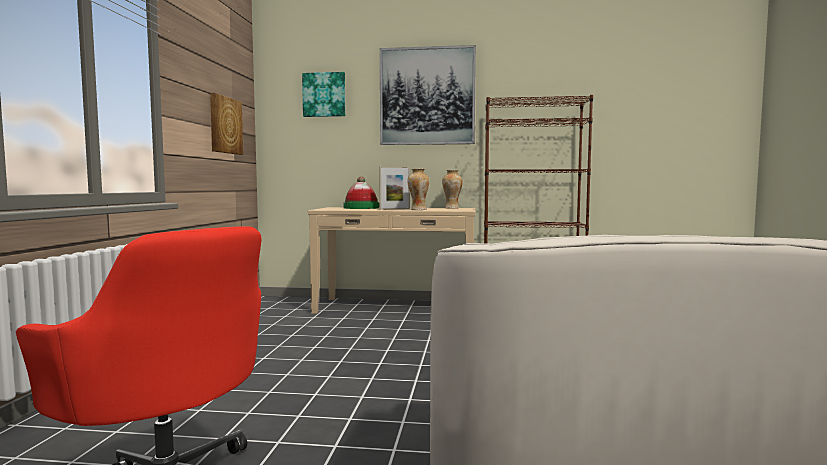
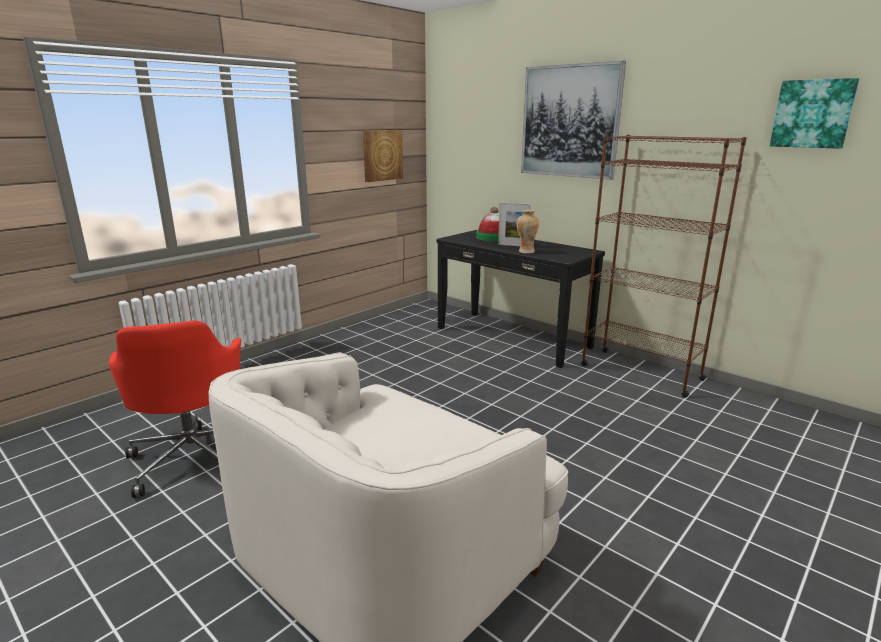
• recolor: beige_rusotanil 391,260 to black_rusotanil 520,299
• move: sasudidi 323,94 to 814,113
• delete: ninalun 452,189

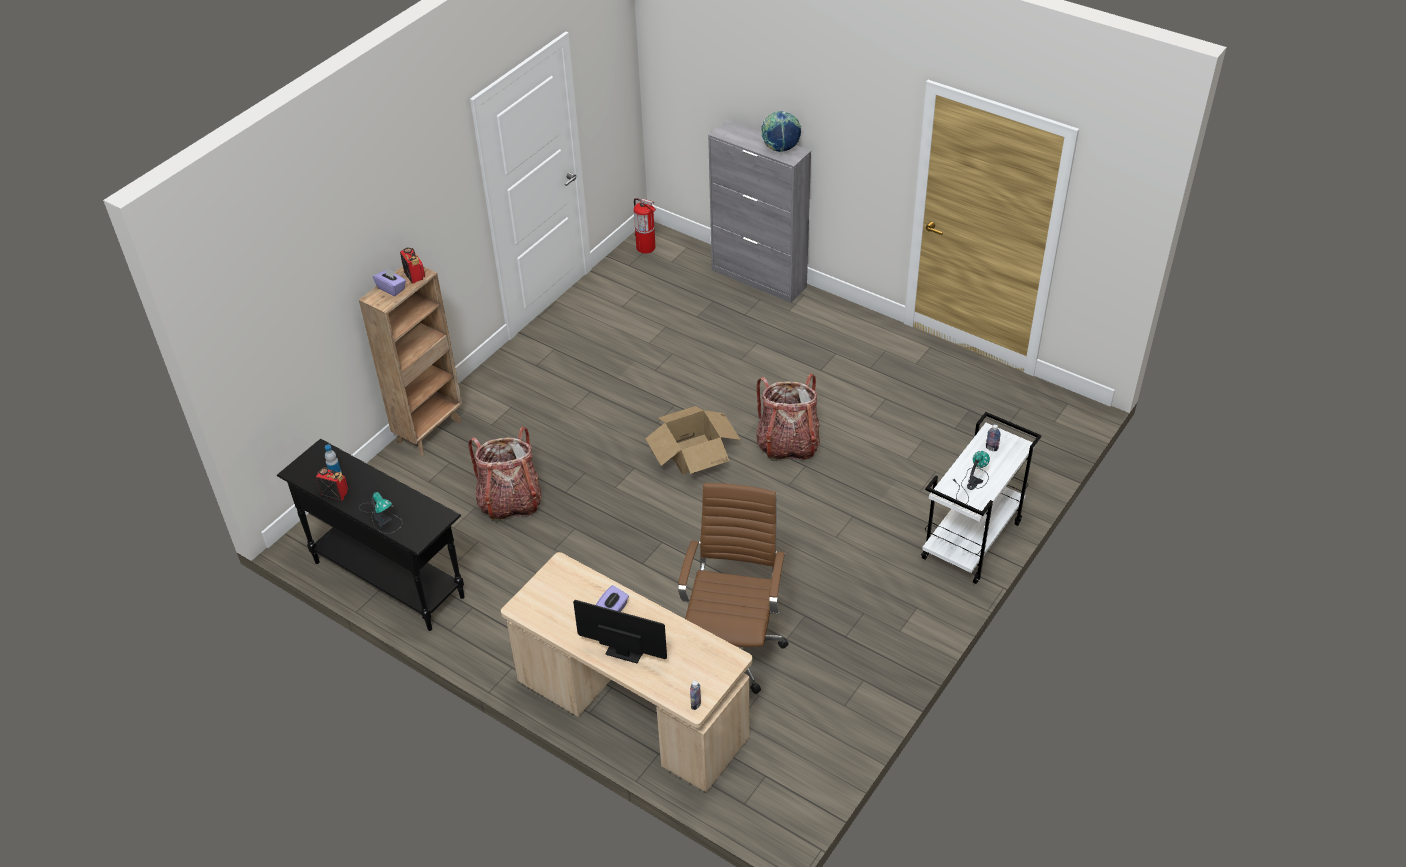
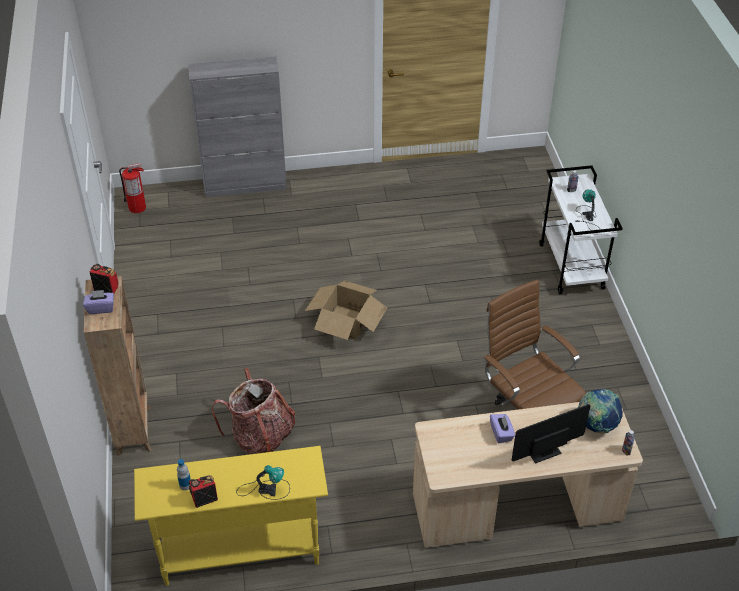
• recolor: black_rusotanil 371,535 to yellow_rusotanil 231,516
• move: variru 781,131 to 600,411
• delete: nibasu 788,417

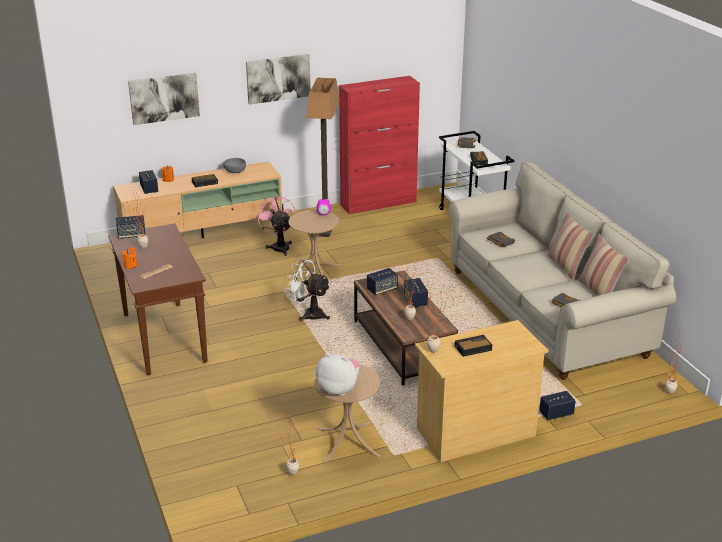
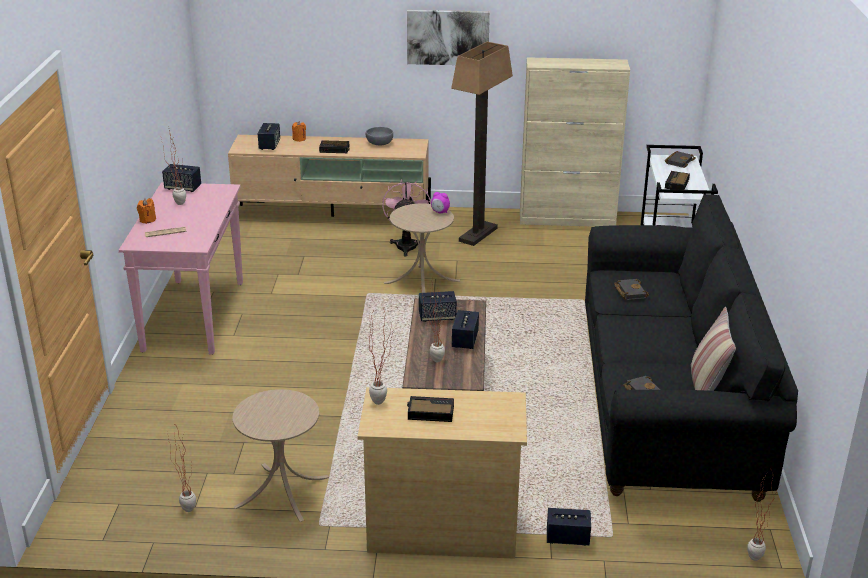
• recolor: brown_rusotanil 158,299 to pink_rusotanil 181,268
• recolor: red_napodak 379,145 to beige_napodak 575,142
• recolor: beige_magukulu 562,271 to black_magukulu 691,348
• delete: sasudidi 164,99
• delete: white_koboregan 308,289
• delete: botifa 337,374
• delete: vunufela 570,246

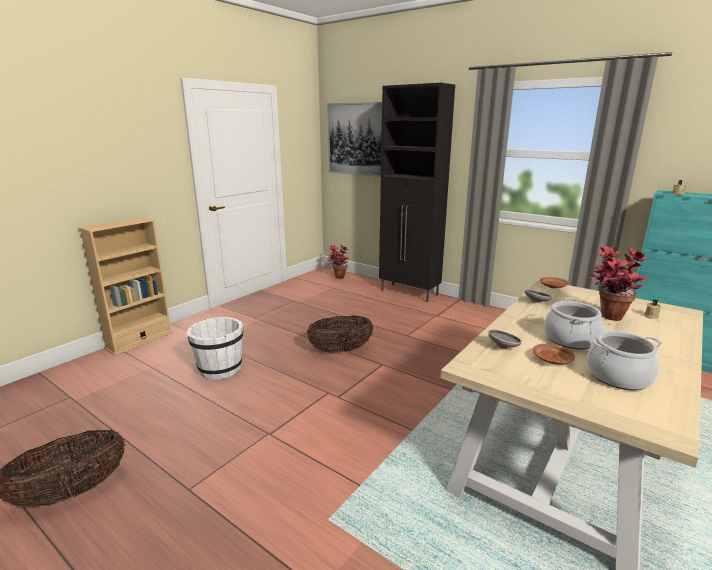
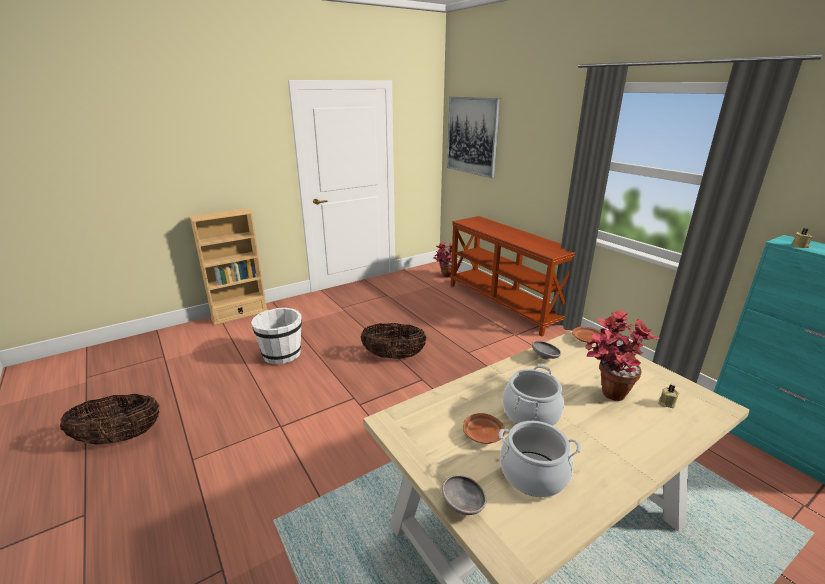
• move: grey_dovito 505,339 to 464,495
• replace: black_napodak 417,192 to brown_rusotanil 512,276

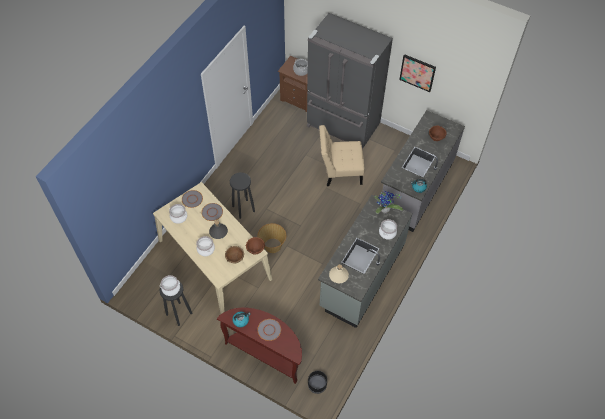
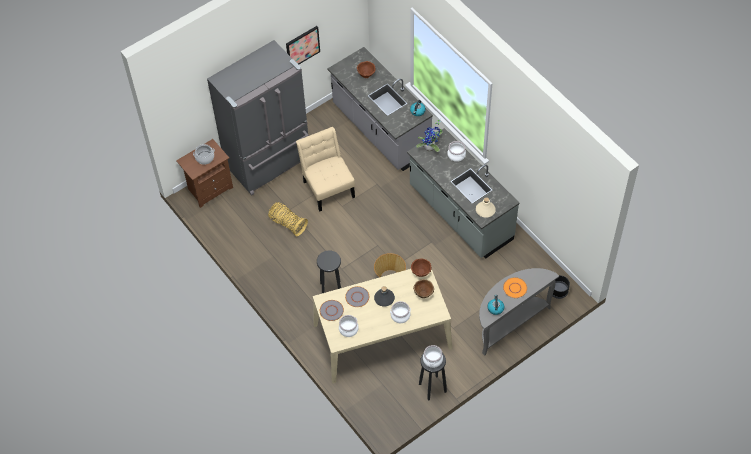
• insert: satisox 288,219
• rotate: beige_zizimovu 341,155 = 325,169 135 degrees clockwise
• recolor: brown_rusotanil 259,346 to grey_rusotanil 519,312
• recolor: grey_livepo 269,330 to orange_livepo 515,287

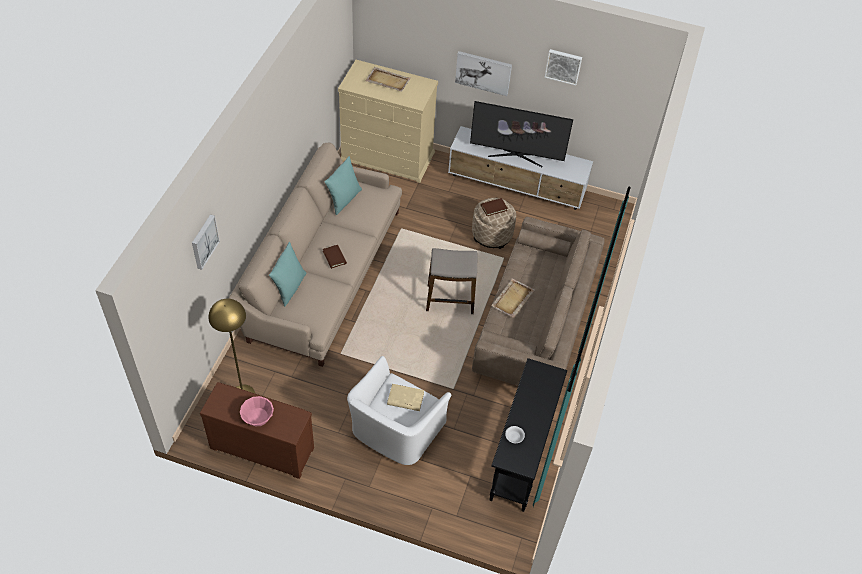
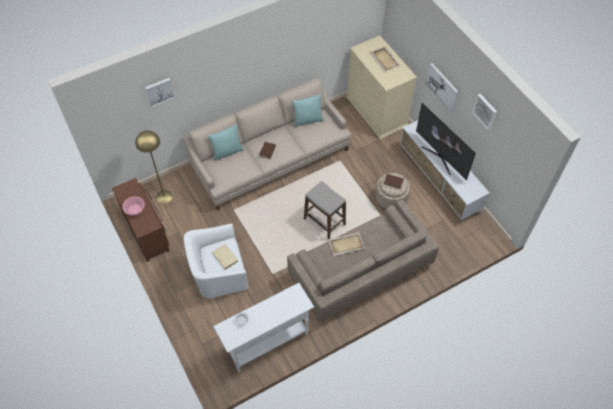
• recolor: black_rusotanil 528,435 to white_rusotanil 263,327

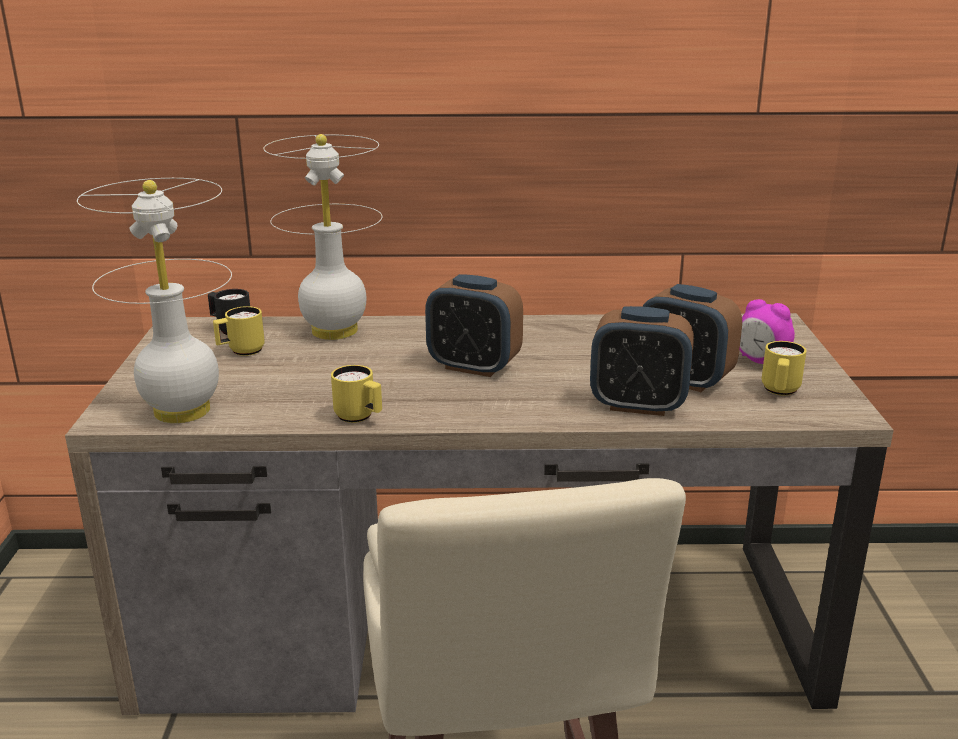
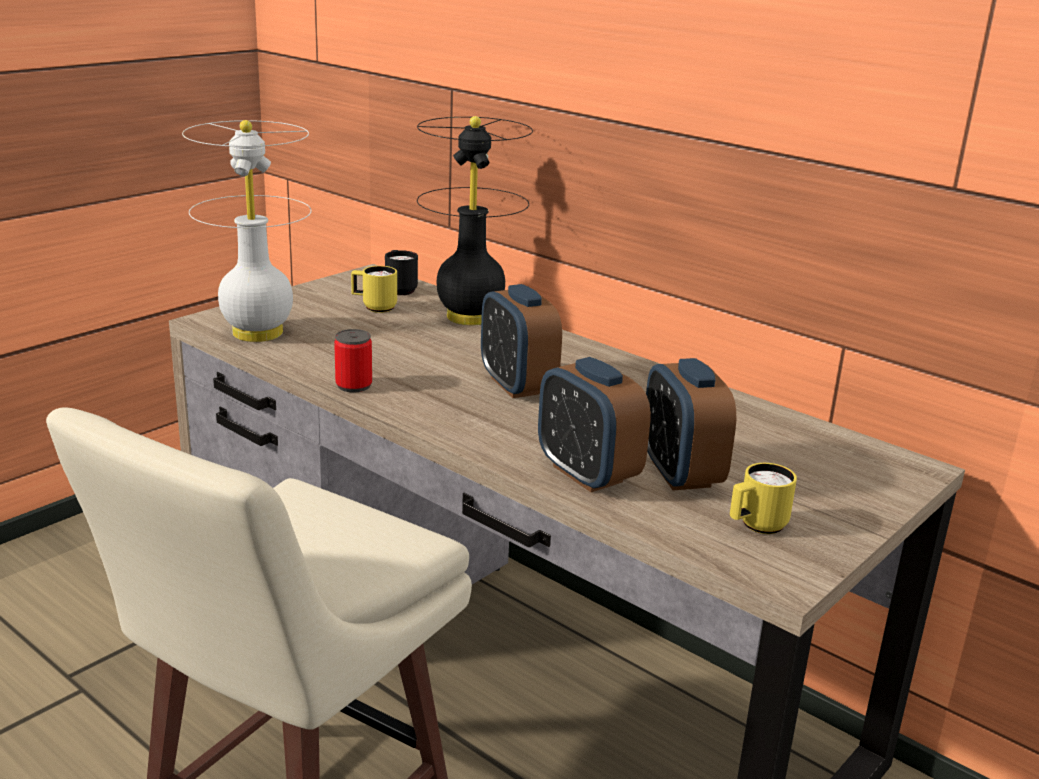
• replace: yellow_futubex 356,394 to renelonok 353,360
• recolor: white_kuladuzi 322,237 to black_kuladuzi 475,220
• delete: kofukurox 767,331

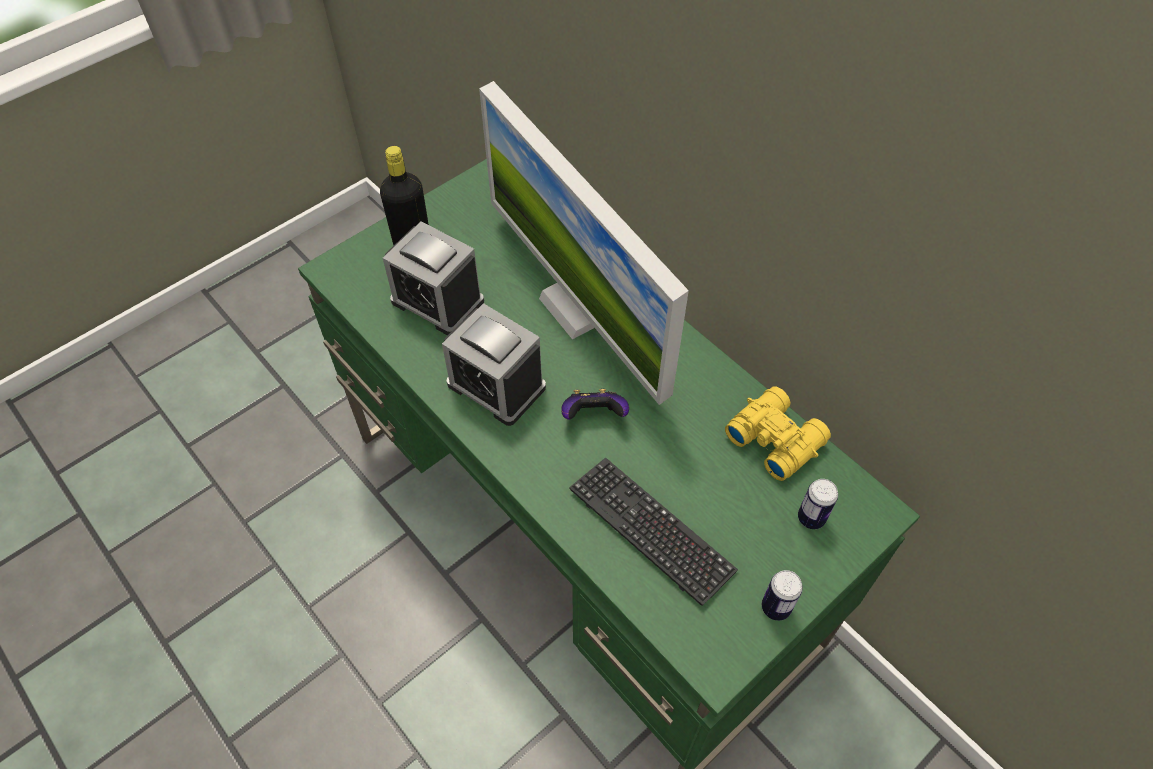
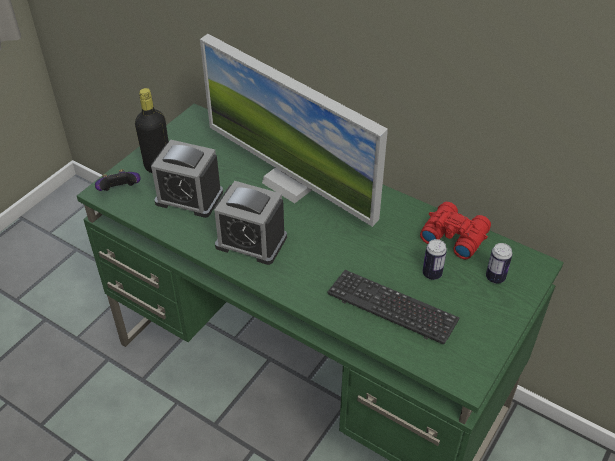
• move: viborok 595,404 to 118,180
• recolor: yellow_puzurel 778,433 to red_puzurel 455,231
• move: renelonok 782,595 to 434,259

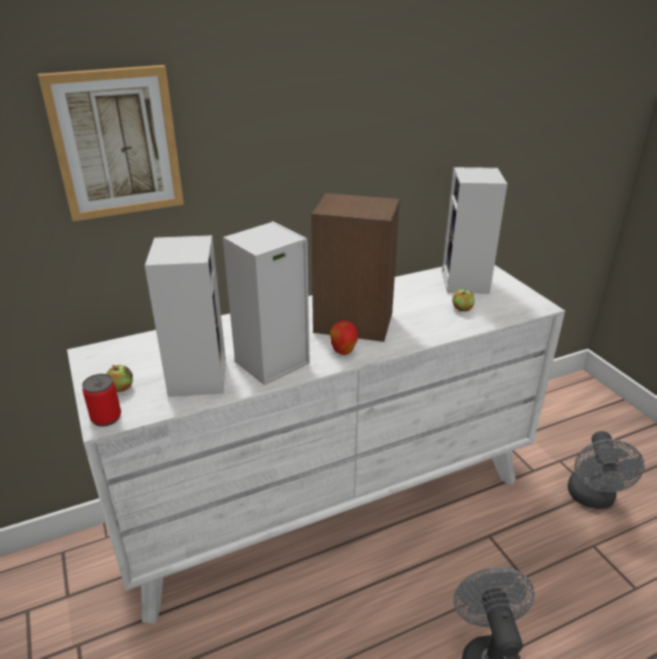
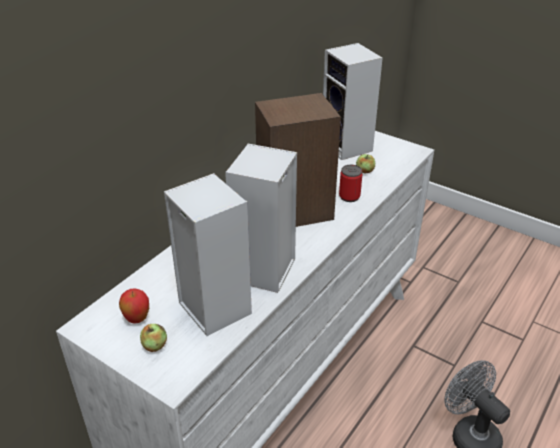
• move: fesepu 344,337 to 134,306
• move: renelonok 101,400 to 350,183
• delete: sasudidi 111,143
• delete: grey_koboregan 606,470

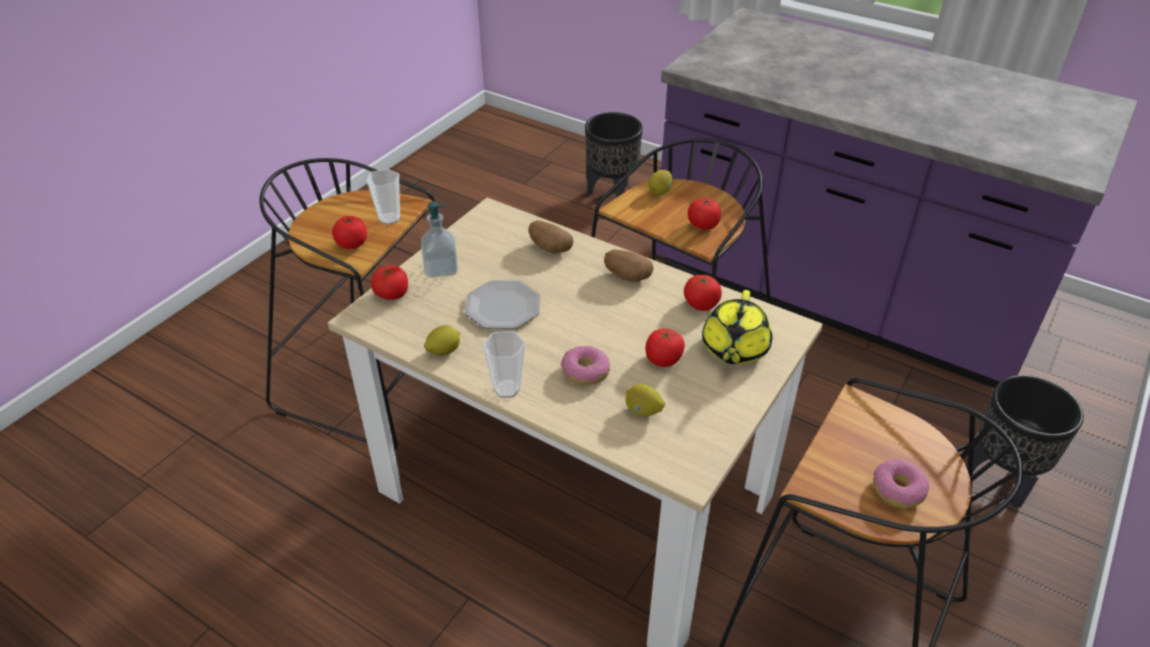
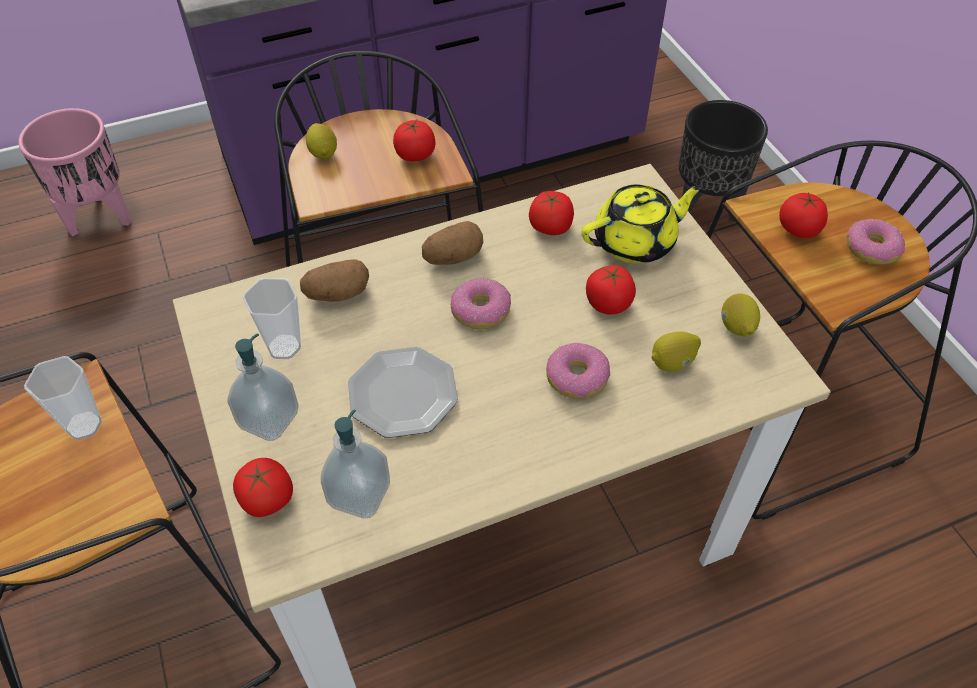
• recolor: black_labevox 614,154 to pink_labevox 75,172
• move: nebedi 503,364 to 272,318
• insert: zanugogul 355,464
• insert: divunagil 481,304
• rotate: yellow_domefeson 737,327 = 642,223 75 degrees counterclockwise
• move: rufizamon 442,340 to 740,315
• move: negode 349,232 to 803,215

